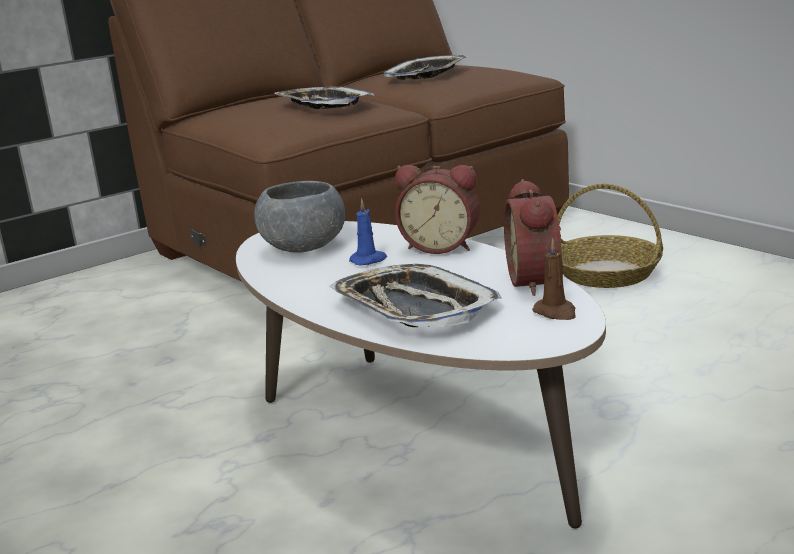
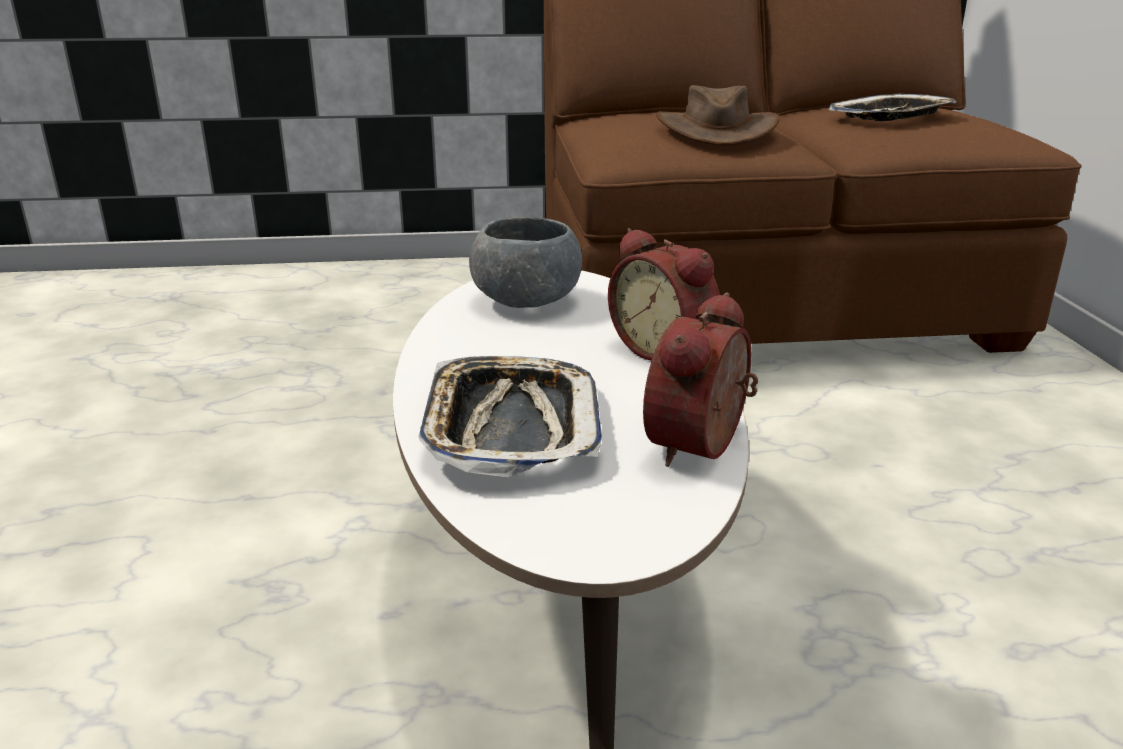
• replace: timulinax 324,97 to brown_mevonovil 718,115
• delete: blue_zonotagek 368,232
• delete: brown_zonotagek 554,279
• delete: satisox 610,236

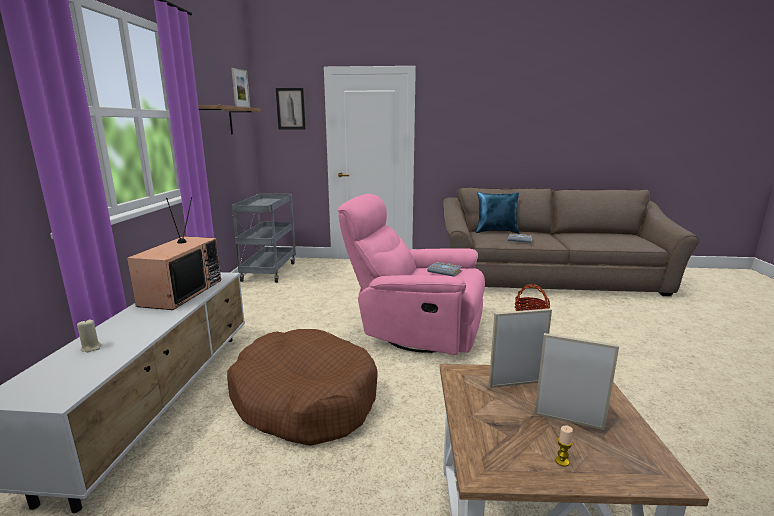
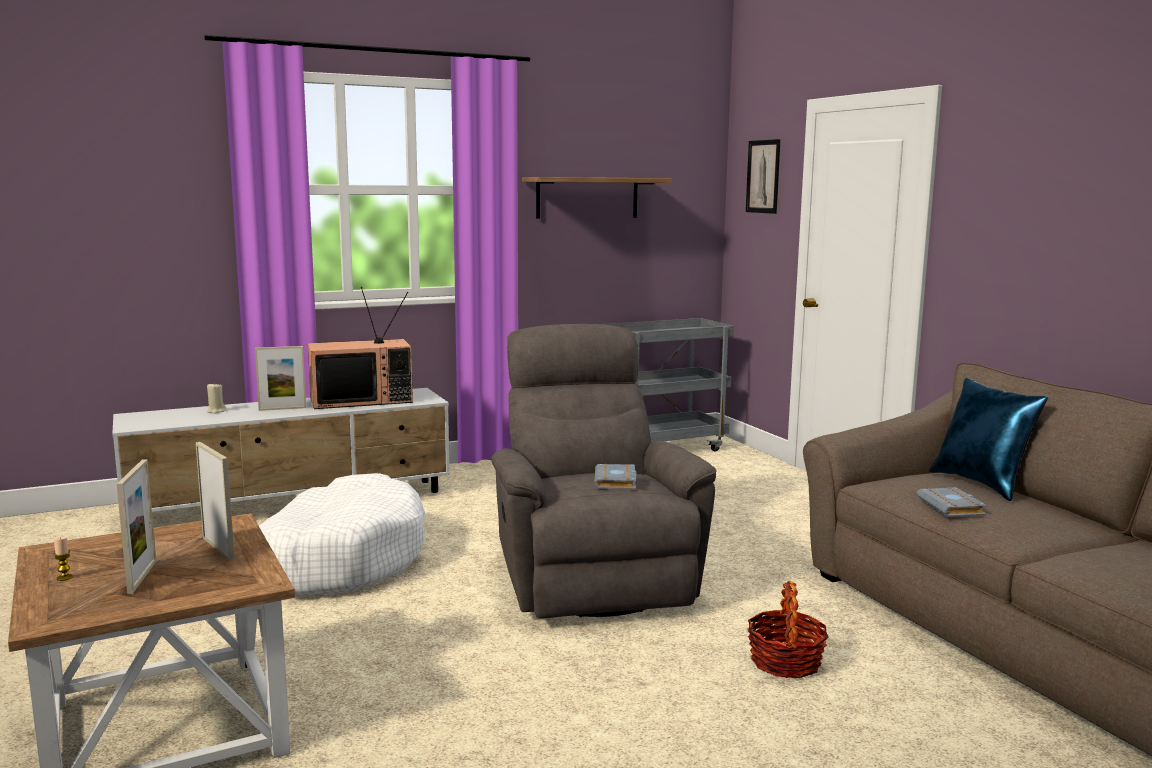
• move: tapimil 240,88 to 280,378
• recolor: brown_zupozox 302,387 to white_zupozox 342,534
• recolor: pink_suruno 411,274 to grey_suruno 604,471

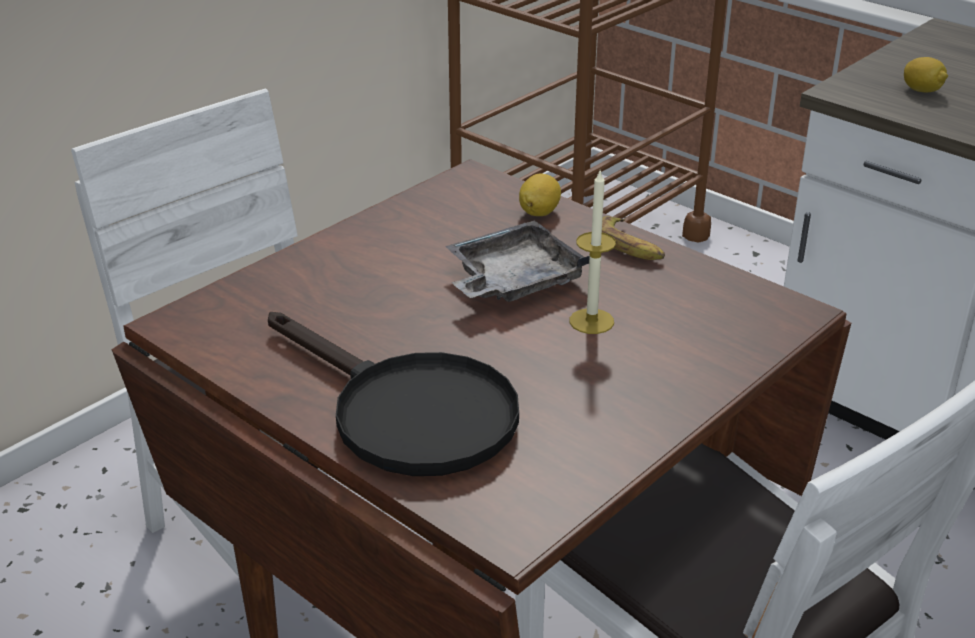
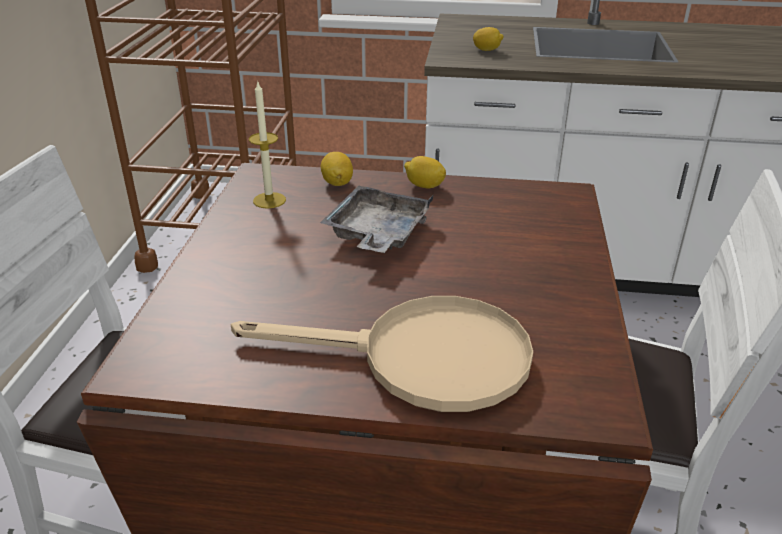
• recolor: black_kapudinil 393,394 to beige_kapudinil 382,354
• move: zonotagek 592,252 to 267,144
• replace: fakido 633,238 to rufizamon 425,172

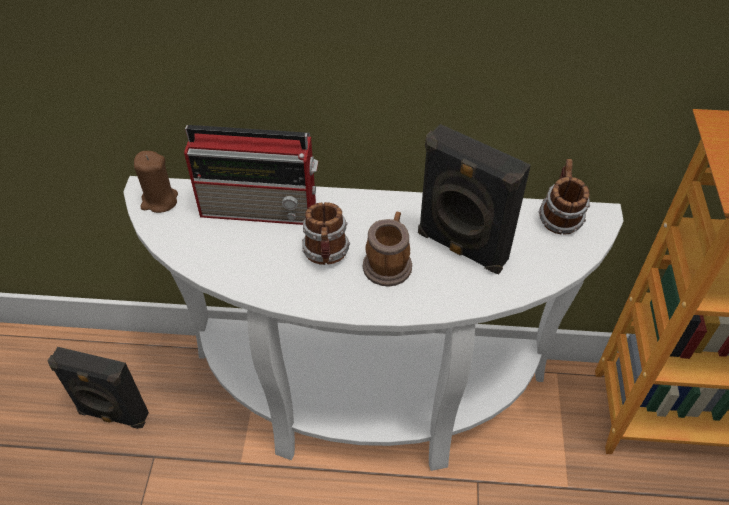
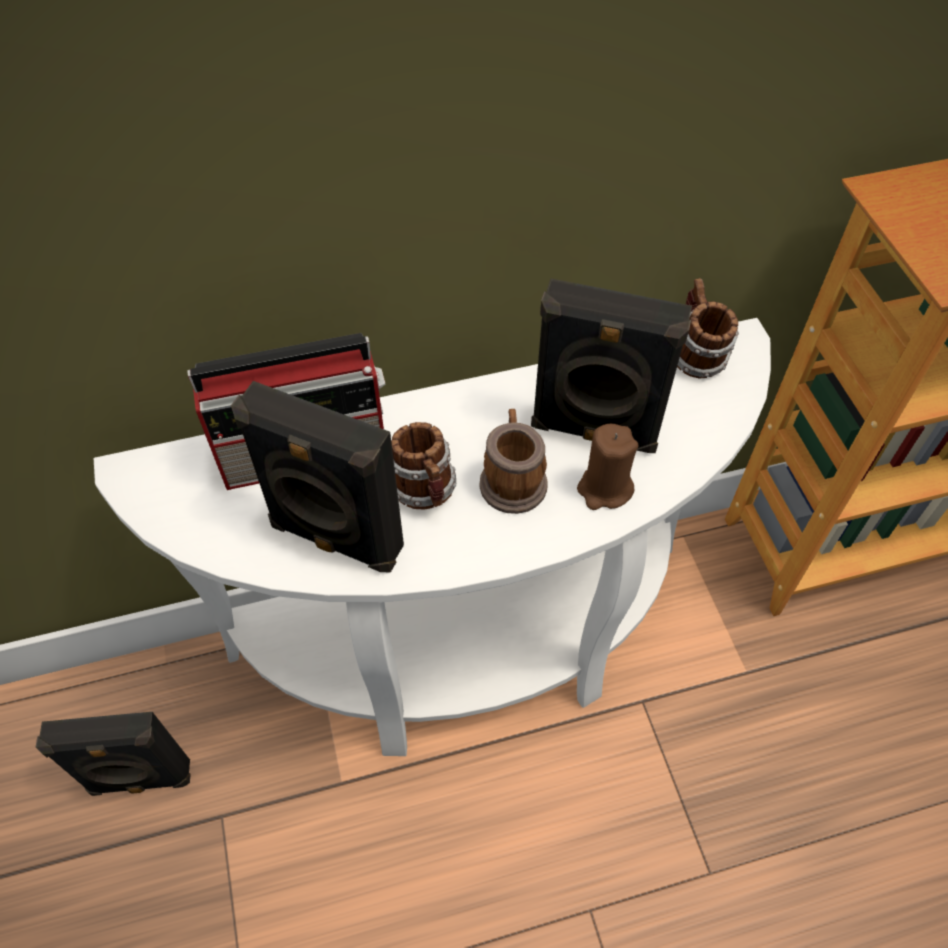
• insert: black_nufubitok 317,477
• move: brown_zonotagek 156,182 to 607,467

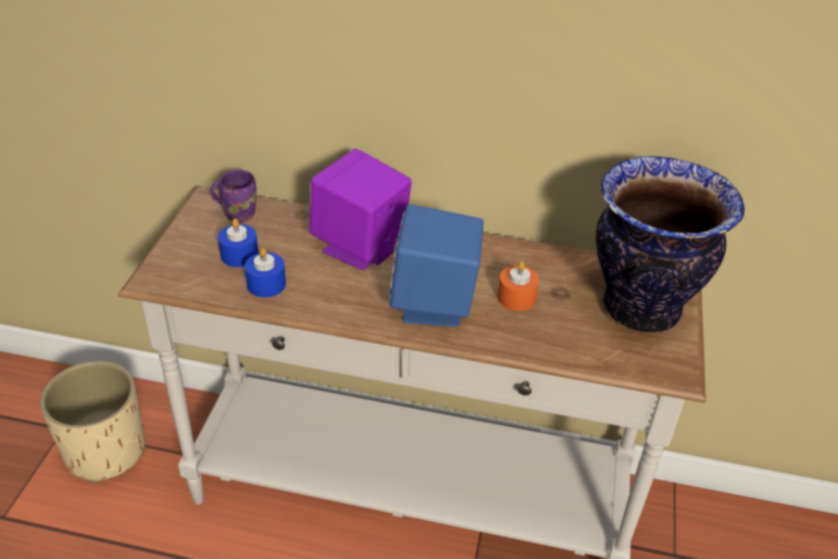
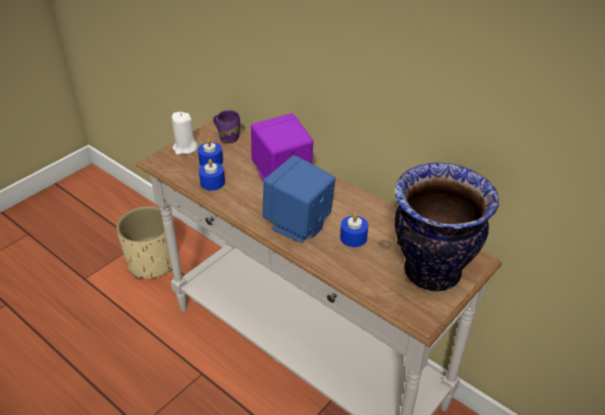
• insert: white_zonotagek 185,133
• recolor: orange_zonotagek 518,286 to blue_zonotagek 354,230

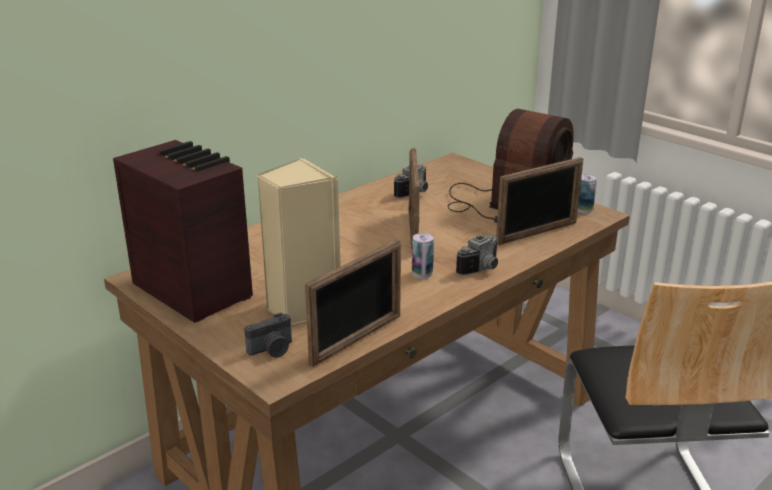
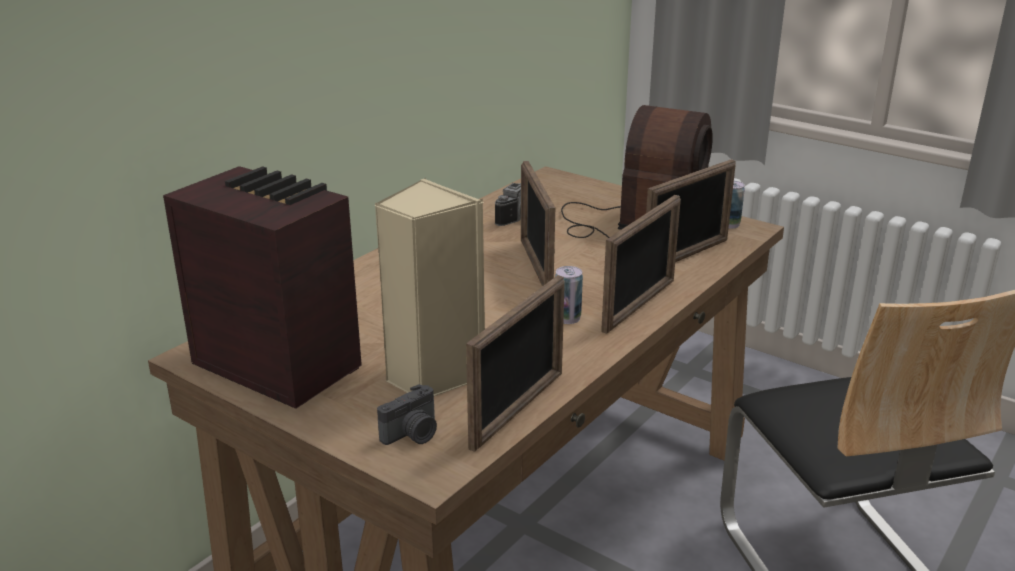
• replace: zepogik 477,255 to tapimil 641,264

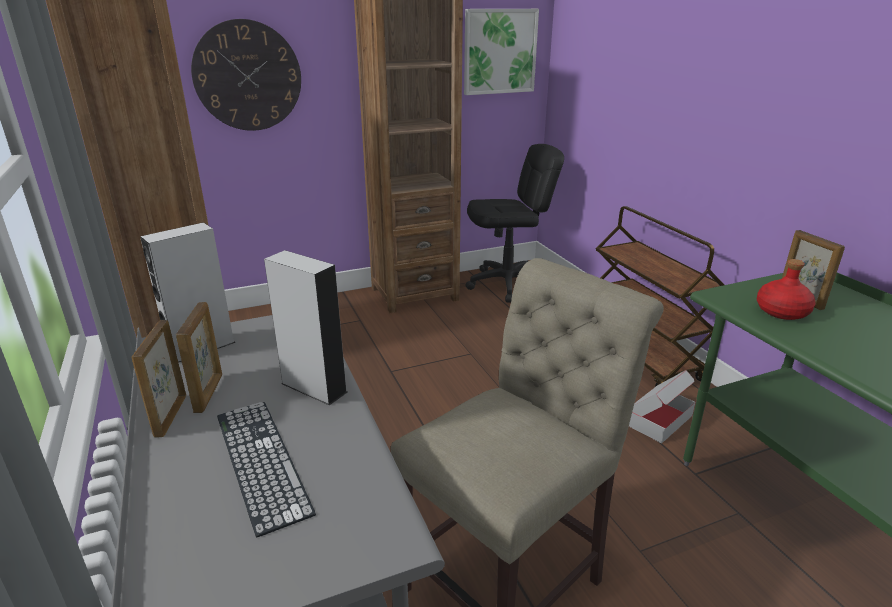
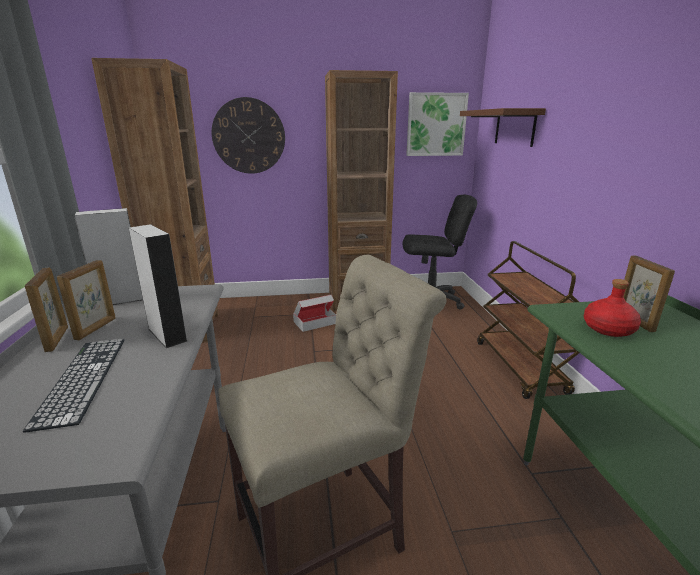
• rotate: tapimil 158,378 = 46,310 150 degrees clockwise
• move: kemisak 662,406 to 314,313
• insert: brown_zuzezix 503,127

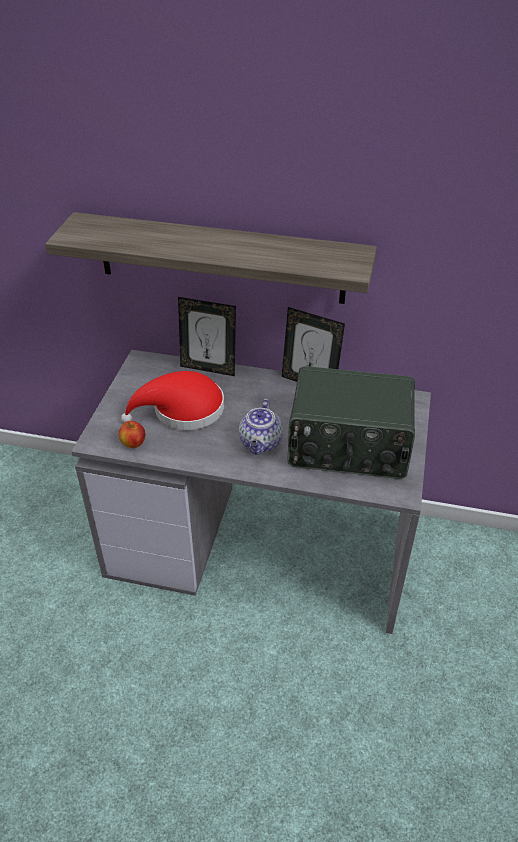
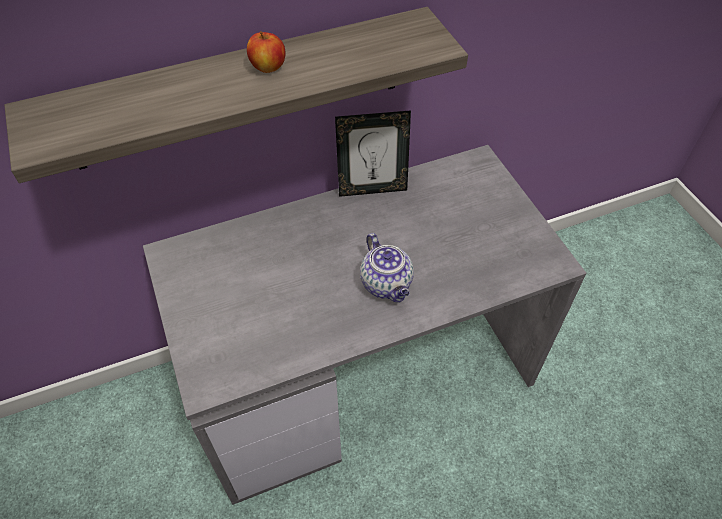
• move: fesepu 132,434 to 266,52
• delete: red_mevonovil 172,400
• delete: tapimil 207,336
• delete: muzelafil 351,422

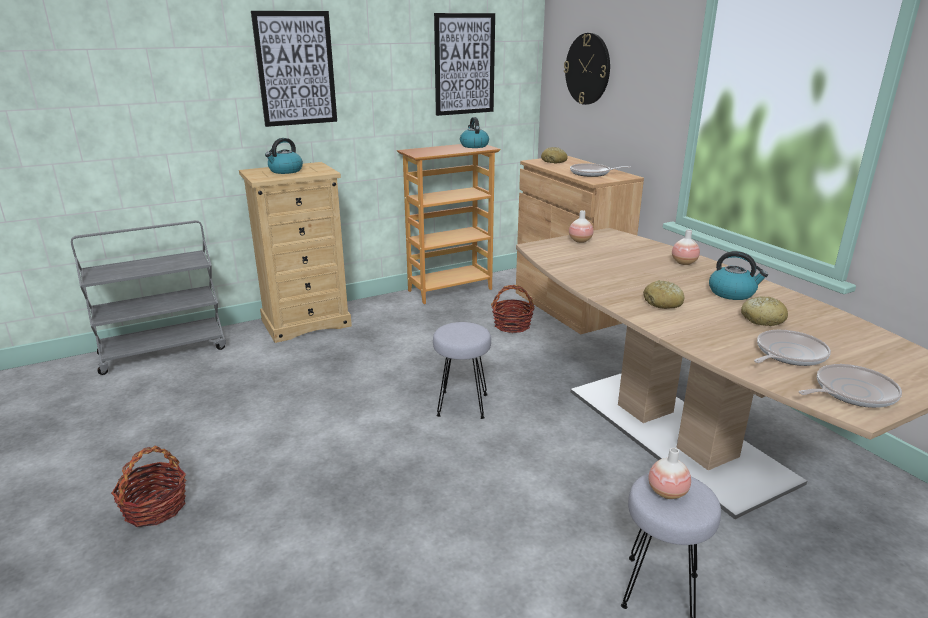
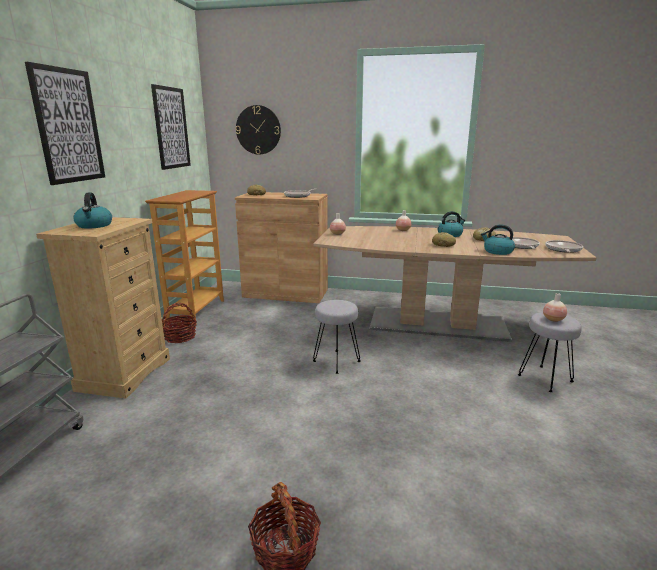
• move: satisox 513,309 to 179,323
• move: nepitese 474,132 to 498,240

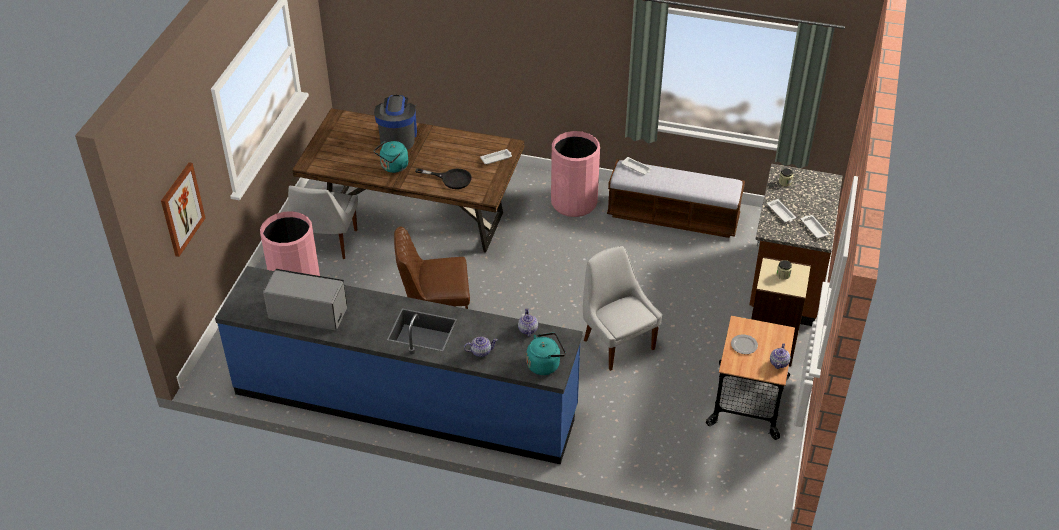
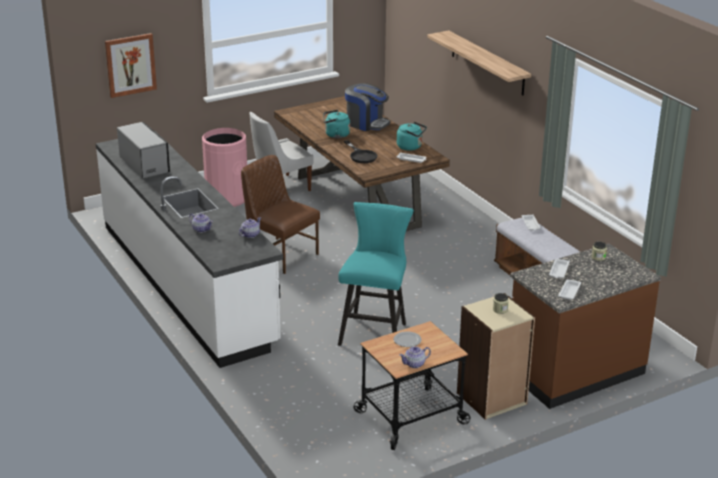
• recolor: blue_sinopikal 399,365 to white_sinopikal 189,249
• replace: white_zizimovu 622,308 to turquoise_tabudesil 376,274
• rotate: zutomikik 395,122 = 367,107 75 degrees clockwise
• move: turquoise_nepitese 546,353 to 412,136
• insert: zuzezix 479,62
• delete: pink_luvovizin 575,174

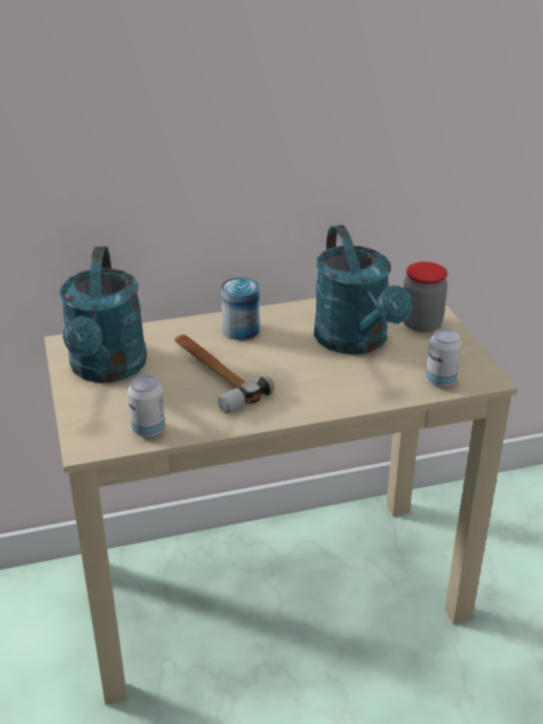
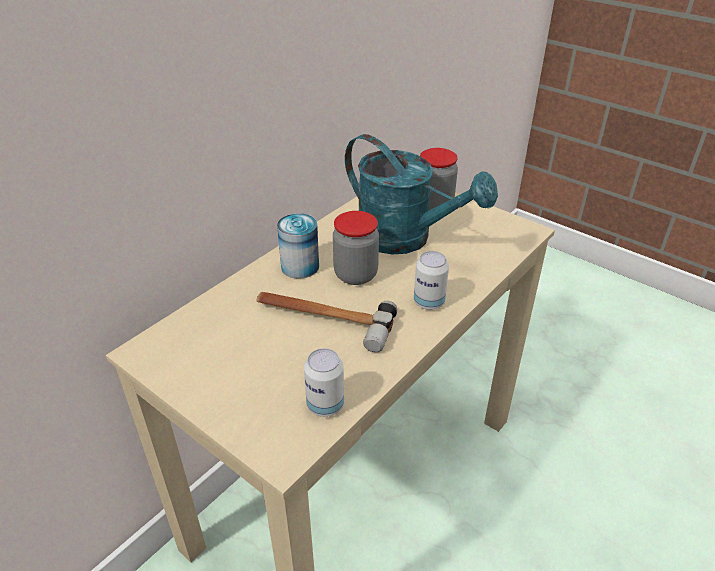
• insert: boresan 356,248
• move: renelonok 444,358 to 431,280
• delete: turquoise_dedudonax 103,314

